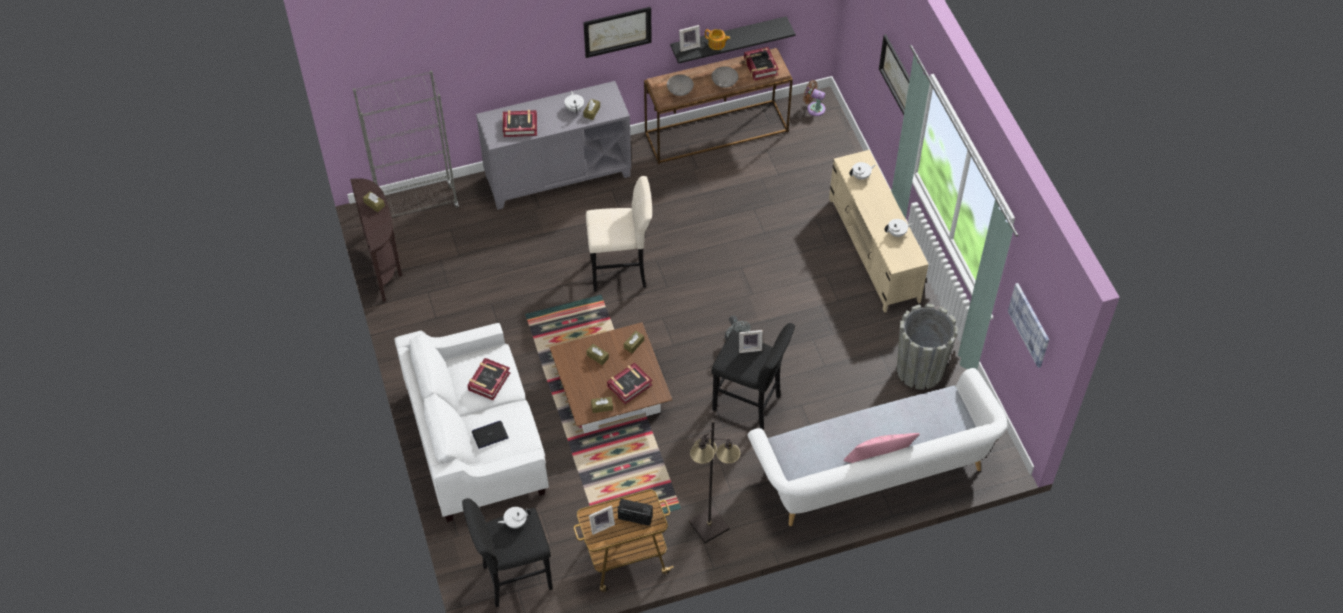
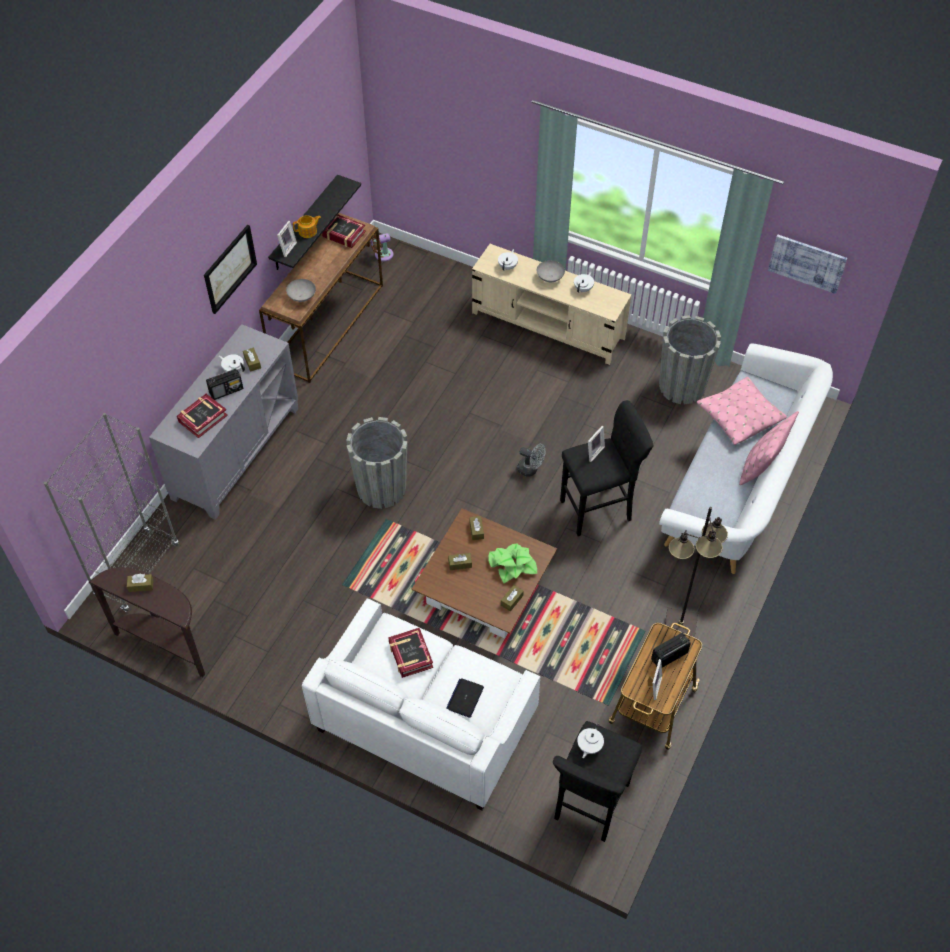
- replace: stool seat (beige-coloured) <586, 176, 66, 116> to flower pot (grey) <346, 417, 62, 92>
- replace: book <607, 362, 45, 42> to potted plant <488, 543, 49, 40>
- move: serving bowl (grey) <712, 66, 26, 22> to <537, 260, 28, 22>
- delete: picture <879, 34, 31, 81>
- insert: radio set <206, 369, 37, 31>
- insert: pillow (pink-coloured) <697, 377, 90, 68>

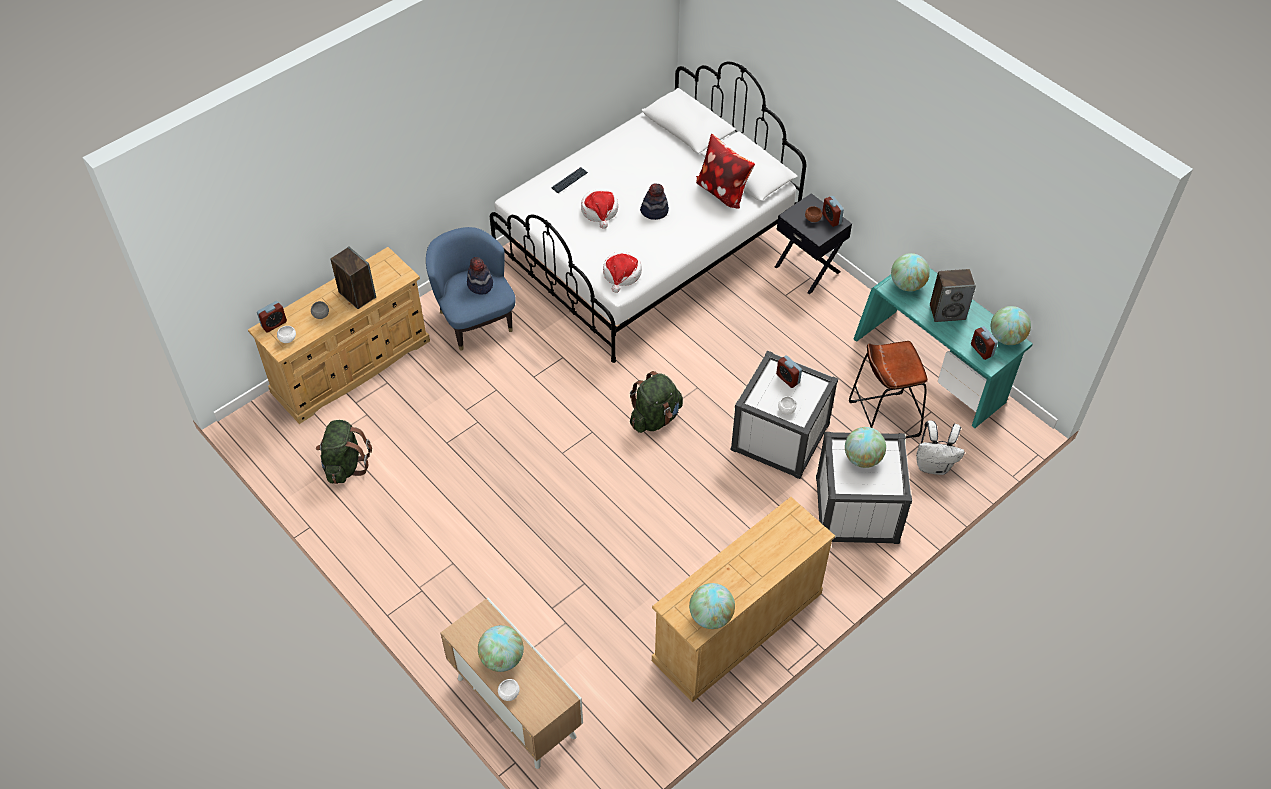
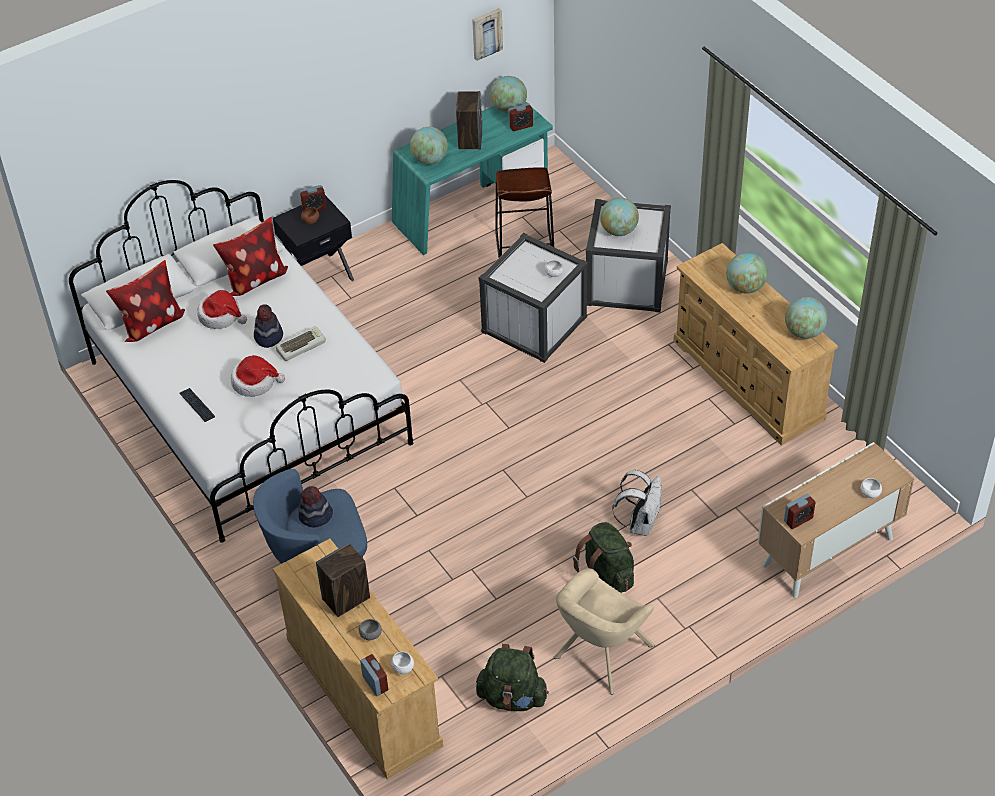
- move: globe <478, 625, 46, 47> to <726, 252, 42, 42>
- move: clothing hat <603, 252, 39, 41> to <197, 290, 50, 39>
- move: backpack (green-coloured) <630, 371, 53, 62> to <573, 522, 61, 71>
- move: table clock <776, 355, 26, 33> to <784, 494, 32, 35>
- move: backpack (white-coloured) <916, 421, 49, 54> to <612, 470, 50, 66>
- insert: pillow <106, 260, 79, 82>
- insert: computer keyboard <276, 326, 50, 35>
- insert: picture <472, 8, 31, 53>
- insert: easy chair (beige-coloured) <553, 568, 102, 127>

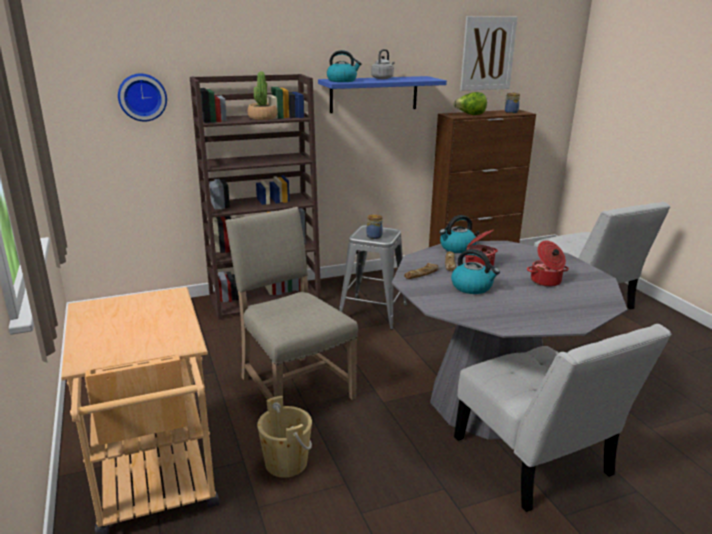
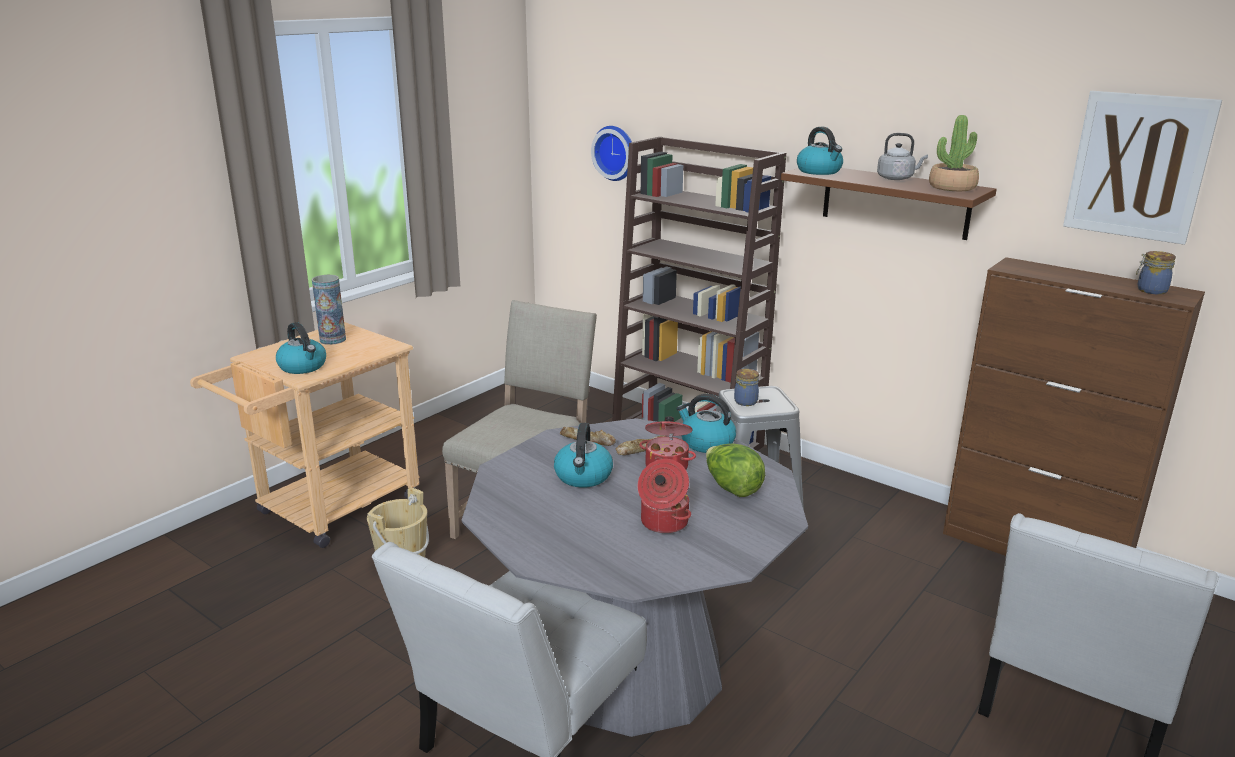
- move: potted plant <248, 71, 30, 49> to <929, 115, 50, 76>
- recolor: shelf (blue) <318, 76, 129, 37> to shelf (brownish) <781, 168, 216, 72>
- move: lettuce head <453, 92, 34, 23> to <706, 444, 59, 53>
- insert: tea kettle <276, 322, 50, 52>
- insert: vase <312, 275, 34, 70>

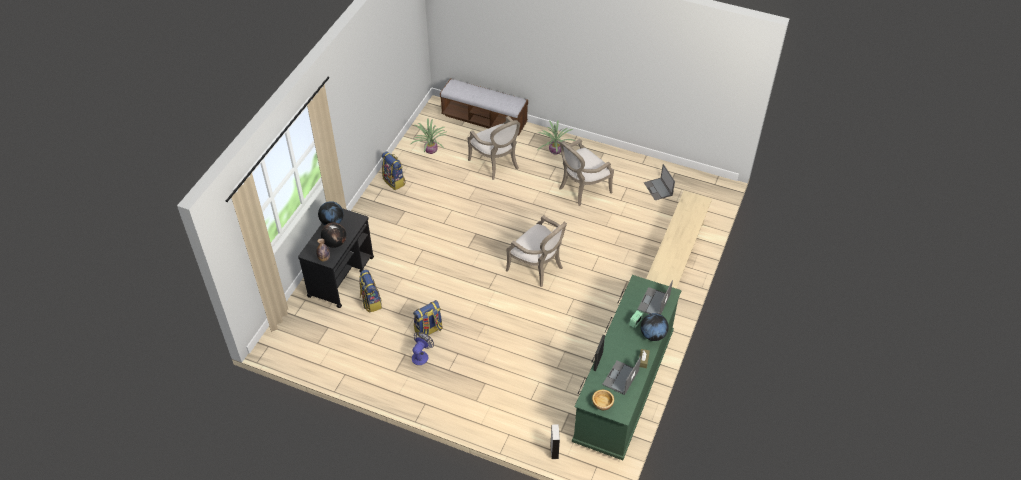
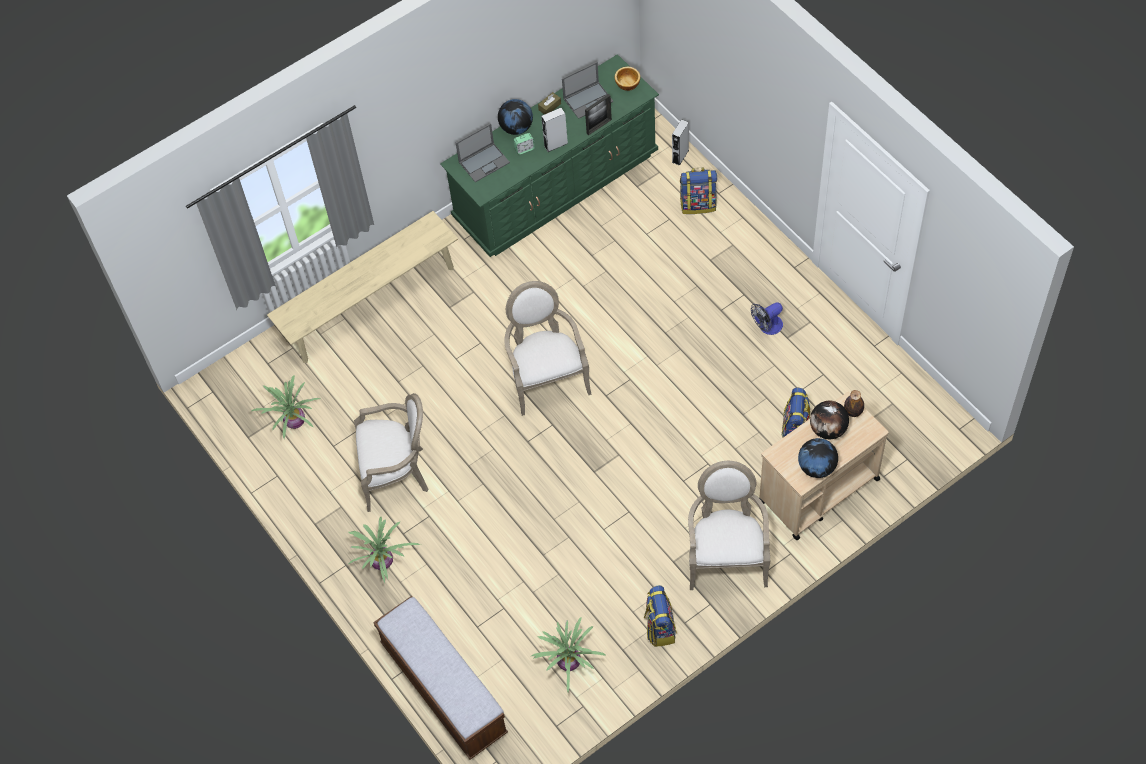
- recolor: cart (blackish) <298, 208, 76, 100> to cart (beige-coloured) <759, 392, 130, 148>
- move: backpack <413, 300, 30, 37> to <680, 168, 37, 46>
- move: easy chair <468, 116, 52, 64> to <688, 461, 82, 129>
- replace: notebook computer <644, 164, 31, 36> to potted plant <251, 375, 69, 64>
- insert: loudspeaker (grey) <541, 108, 27, 44>

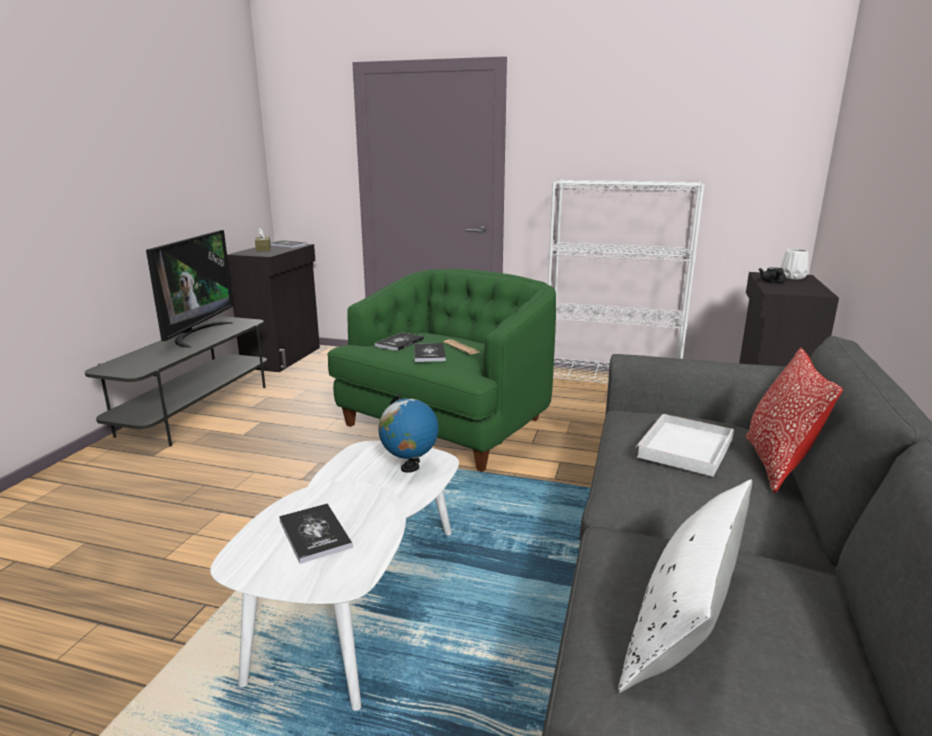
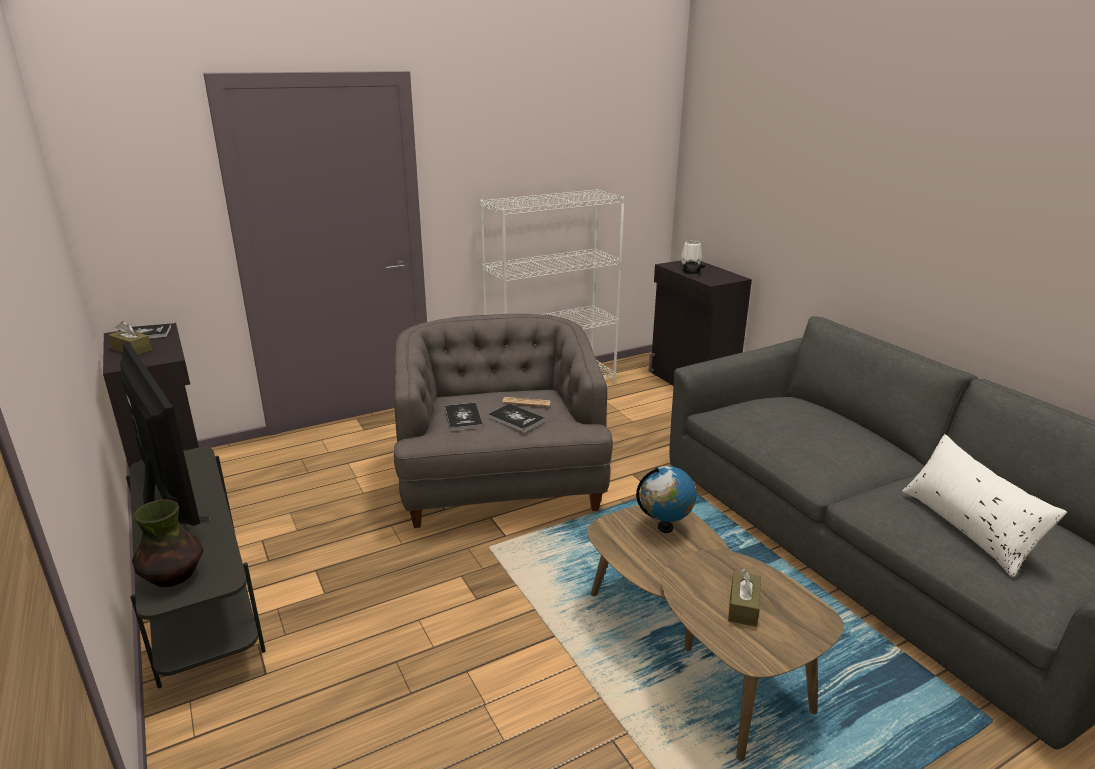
- recolor: coffee table (white-coloured) <210, 441, 249, 270> to coffee table (brownish) <587, 504, 257, 257>
- replace: book <279, 504, 74, 60> to tissue box (brownish) <728, 569, 33, 58>
- recolor: easy chair (green-coloured) <327, 269, 229, 203> to easy chair (grey) <394, 314, 219, 214>
- delete: carrying tray (white-coloured) <635, 414, 99, 63>
- delete: pillow <745, 348, 98, 145>
- insert: vase <132, 499, 71, 88>

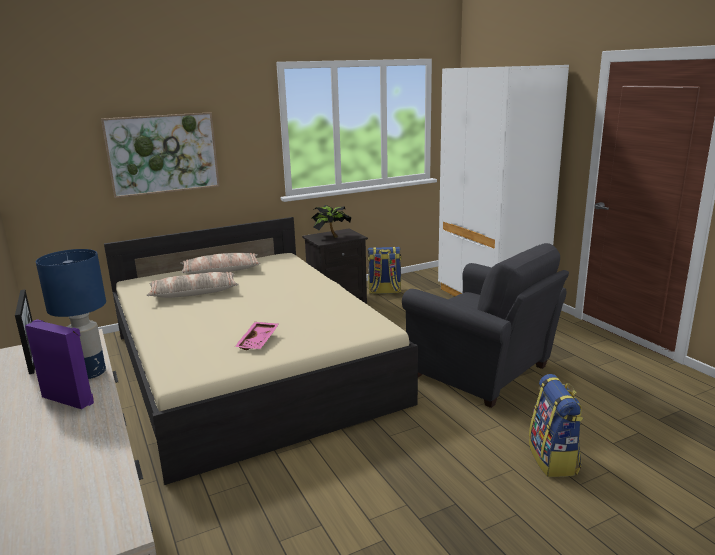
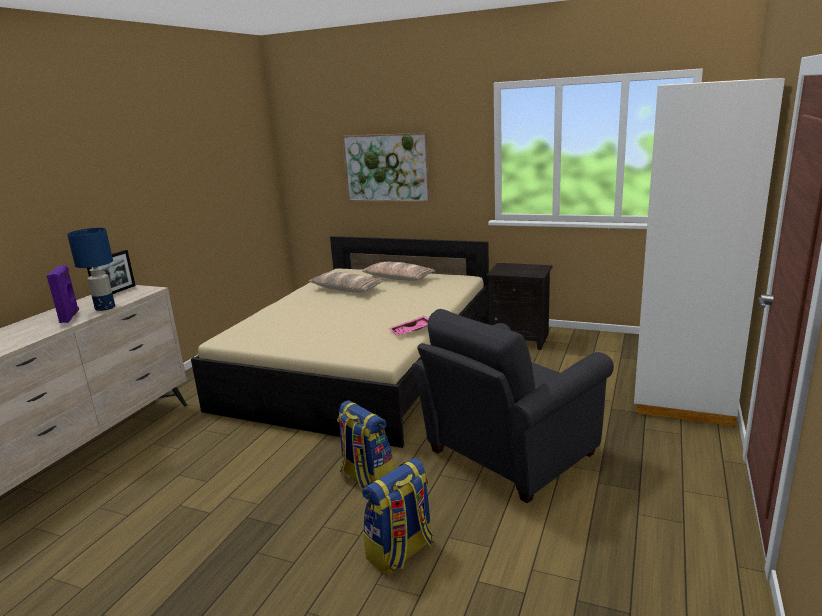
- move: carrying tray (pink-coloured) <235, 322, 44, 28> to <388, 316, 41, 19>
- delete: potted plant <312, 205, 39, 33>
- move: backpack <368, 247, 34, 47> to <337, 400, 57, 89>
- rotate: easy chair (grey) <402, 243, 167, 165> = <412, 309, 202, 194> 45 degrees clockwise

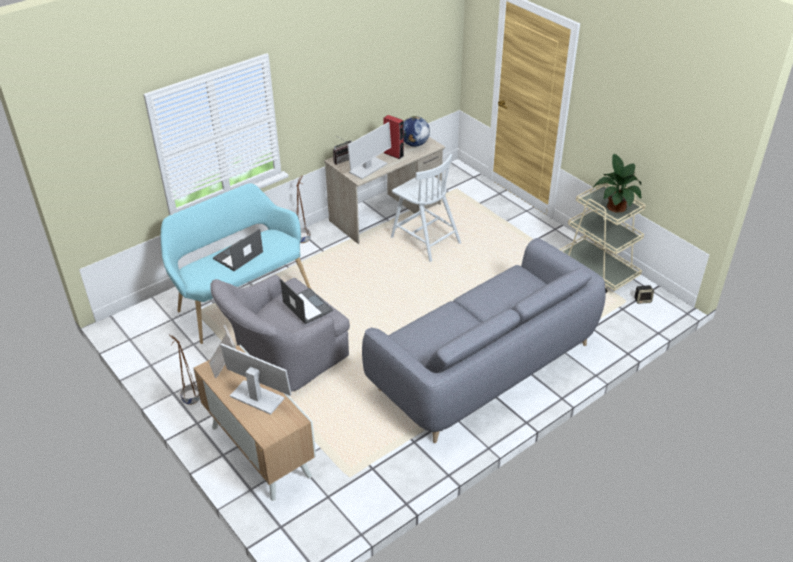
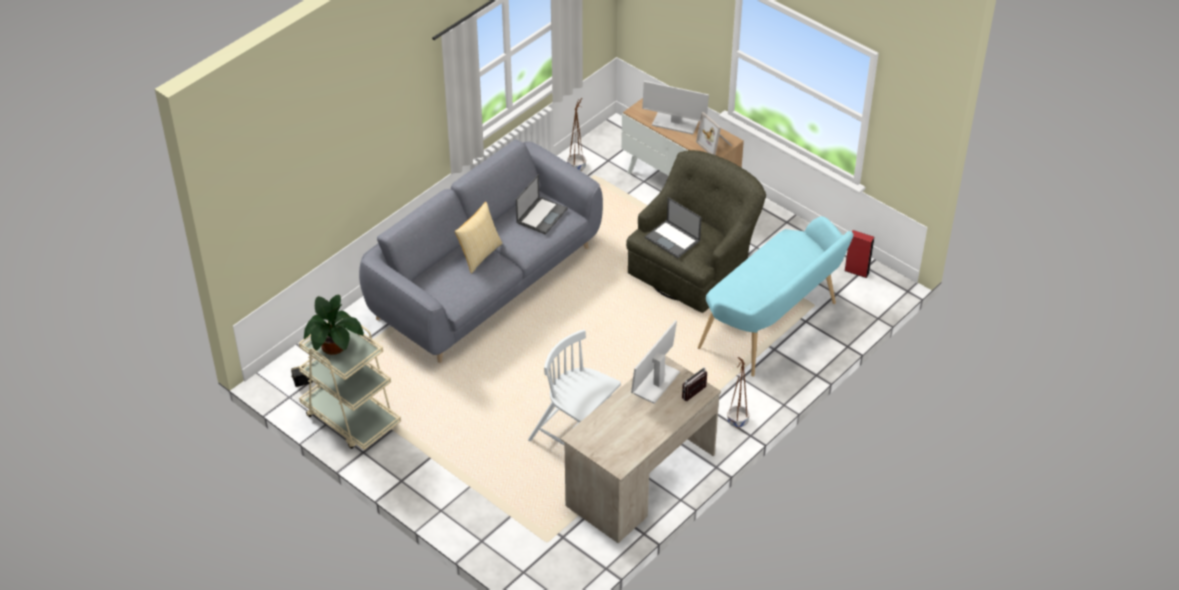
- move: flower pot (brownish) <170, 335, 30, 70> to <567, 98, 19, 73>
- recolor: easy chair (grey) <210, 275, 140, 116> to easy chair (green-coloured) <626, 150, 140, 163>
- move: notebook computer <213, 229, 50, 42> to <516, 174, 52, 61>
- move: loudspeaker (red) <384, 115, 20, 44> to <844, 230, 30, 48>
- delete: globe <404, 116, 26, 31>
- insert: pillow <455, 202, 48, 72>

